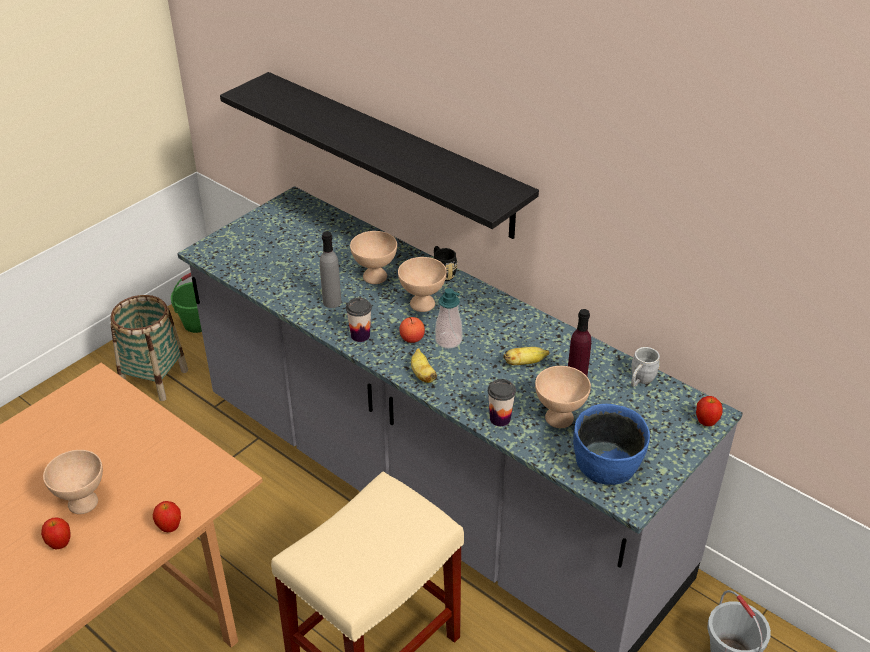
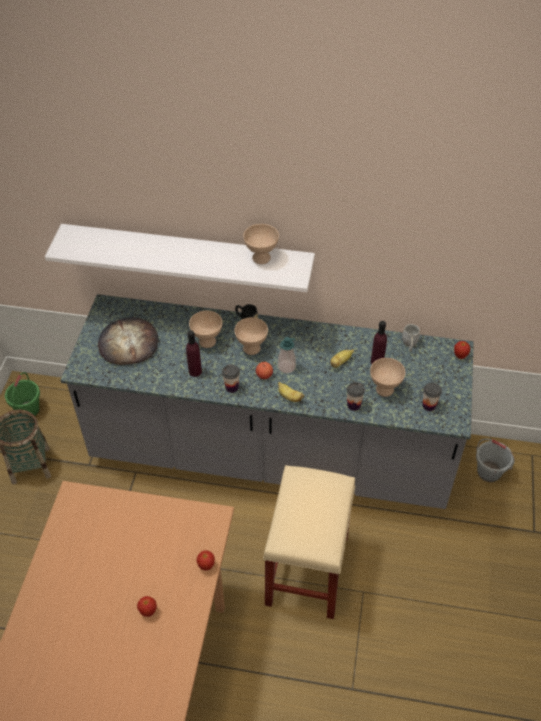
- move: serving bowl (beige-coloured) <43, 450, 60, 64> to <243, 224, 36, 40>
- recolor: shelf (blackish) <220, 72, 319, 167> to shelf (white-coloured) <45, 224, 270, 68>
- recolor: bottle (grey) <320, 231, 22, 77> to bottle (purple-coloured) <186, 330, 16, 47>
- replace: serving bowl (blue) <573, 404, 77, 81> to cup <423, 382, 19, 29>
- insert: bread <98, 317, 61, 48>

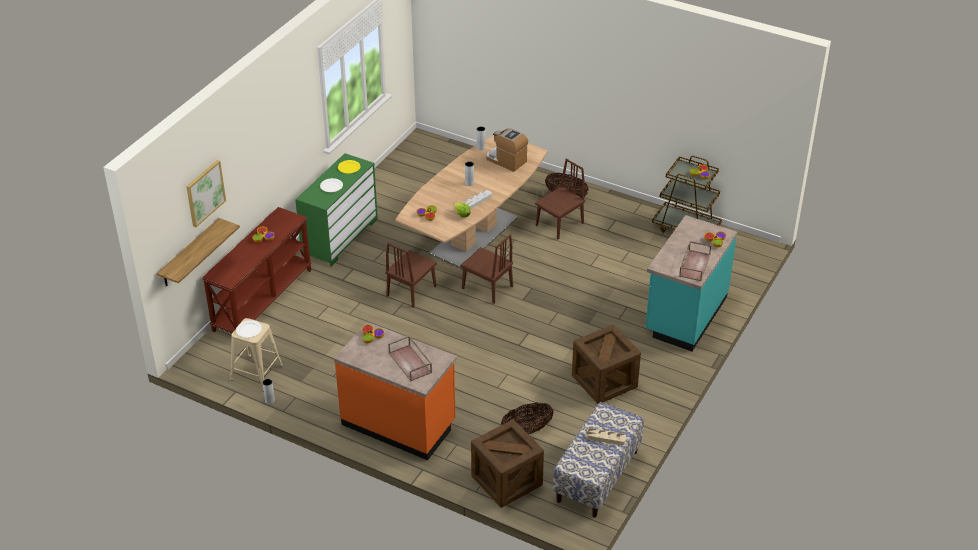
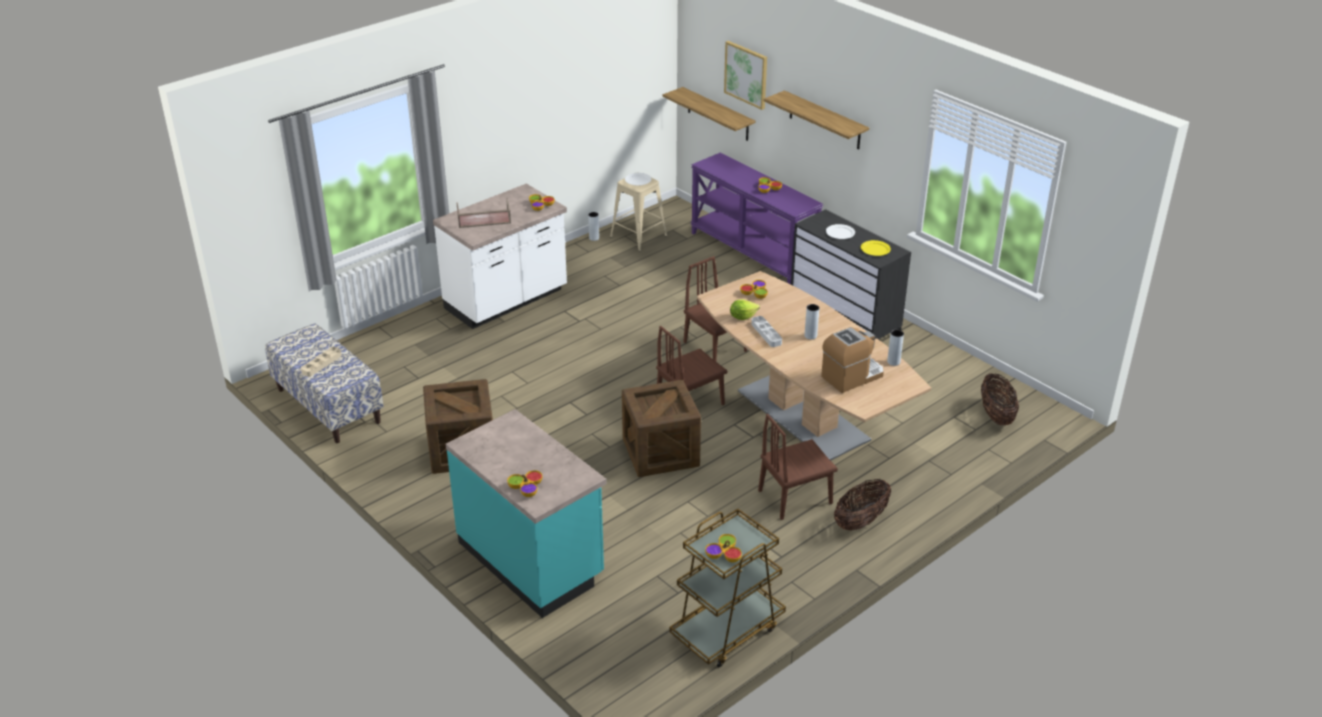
- recolor: hall table (brownish) <202, 207, 110, 127> to hall table (purple-coloured) <691, 153, 132, 132>
- recolor: drawer chest (green-coloured) <295, 153, 83, 114> to drawer chest (blackish) <791, 209, 120, 130>
- recolor: counter (orange-coloured) <334, 322, 123, 138> to counter (white-coloured) <433, 184, 134, 145>
- move: packing crate <471, 420, 73, 88> to <622, 380, 79, 97>
- move: basket <501, 402, 53, 32> to <981, 373, 38, 52>
- rotate: chair (brownish) <535, 159, 50, 80> = <758, 414, 80, 106> 90 degrees clockwise
- delete: carrying tray (brownish) <679, 241, 32, 40>
- insert: shelf <764, 90, 105, 59>

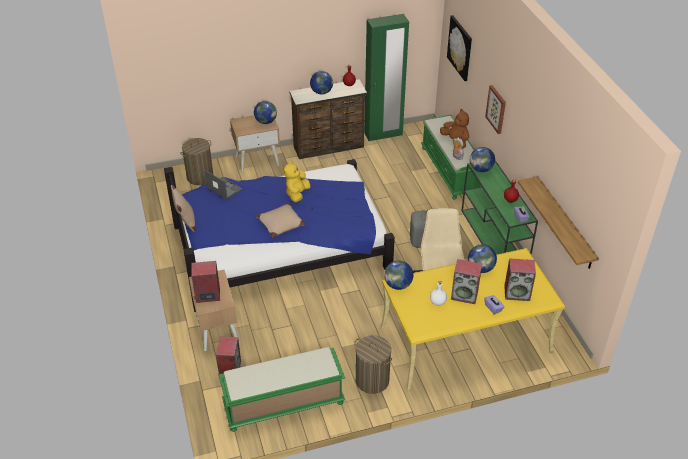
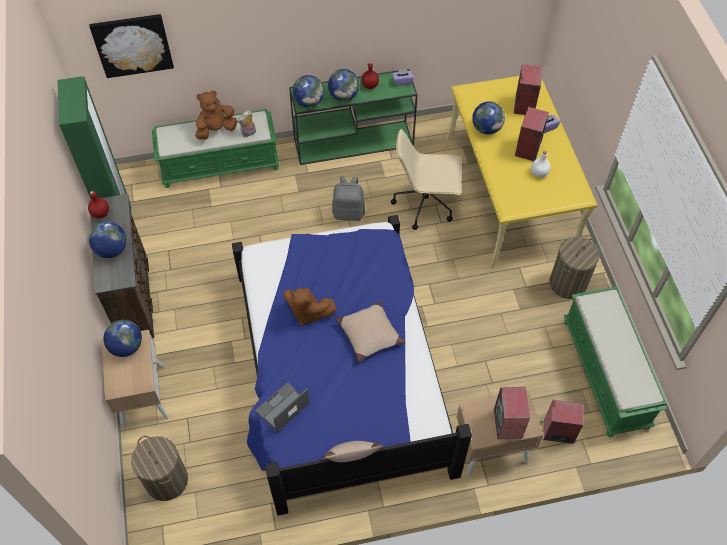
- recolor: cuddly toy (yellowish) <283, 161, 28, 42> to cuddly toy (brownish) <283, 288, 54, 37>
- move: globe <384, 260, 29, 30> to <328, 69, 31, 32>
- delete: picture <485, 85, 21, 49>
- delete: shelf <518, 176, 81, 93>

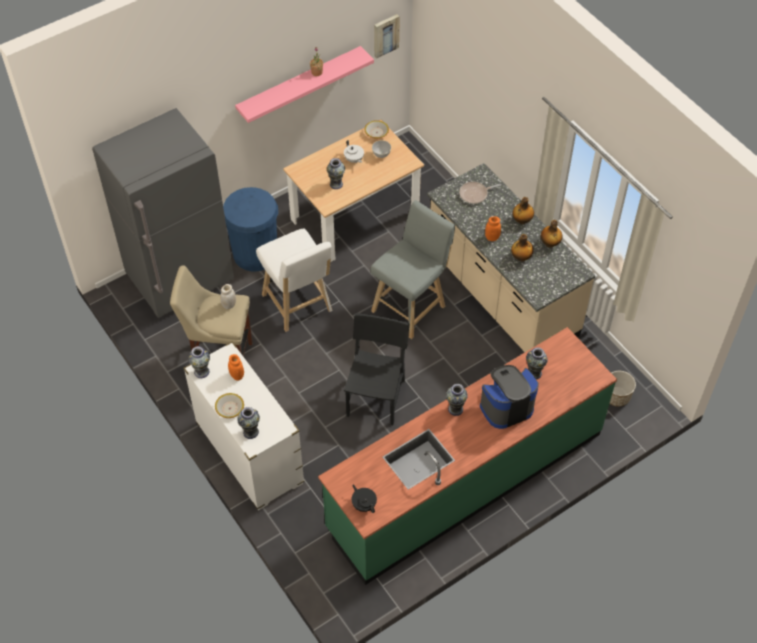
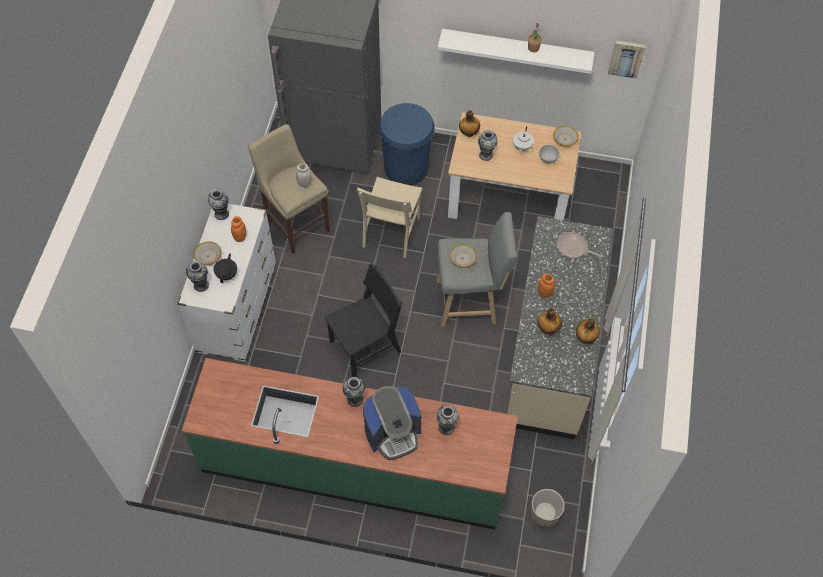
- recolor: shelf (pink-coloured) <235, 46, 139, 77> to shelf (white-coloured) <438, 29, 157, 45>
- replace: stool seat (white-coloured) <256, 228, 77, 104> to chair (beige-coloured) <357, 177, 66, 81>
- move: tea pot (blackish) <352, 485, 25, 28> to <214, 253, 23, 30>
- rotate: coffee maker <480, 365, 59, 64> = <363, 386, 59, 74> 135 degrees clockwise
- move: bottle <513, 197, 21, 27> to <459, 110, 21, 27>
- insert: serving bowl <449, 244, 28, 24>

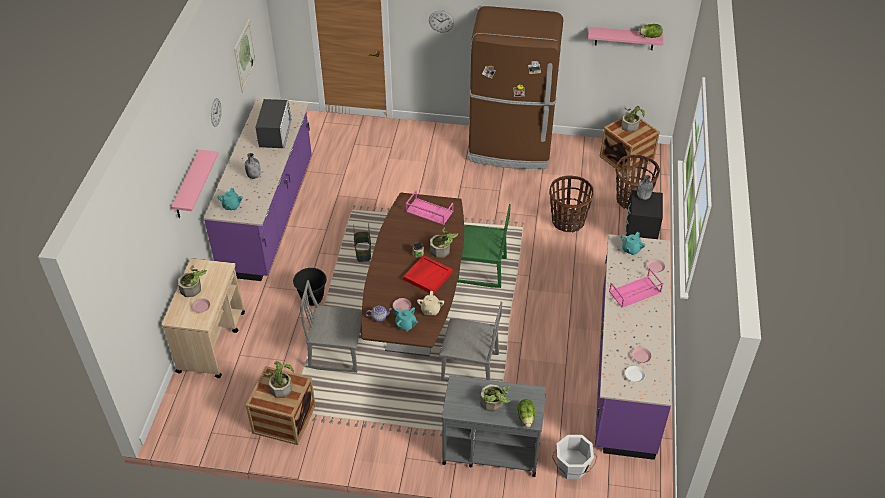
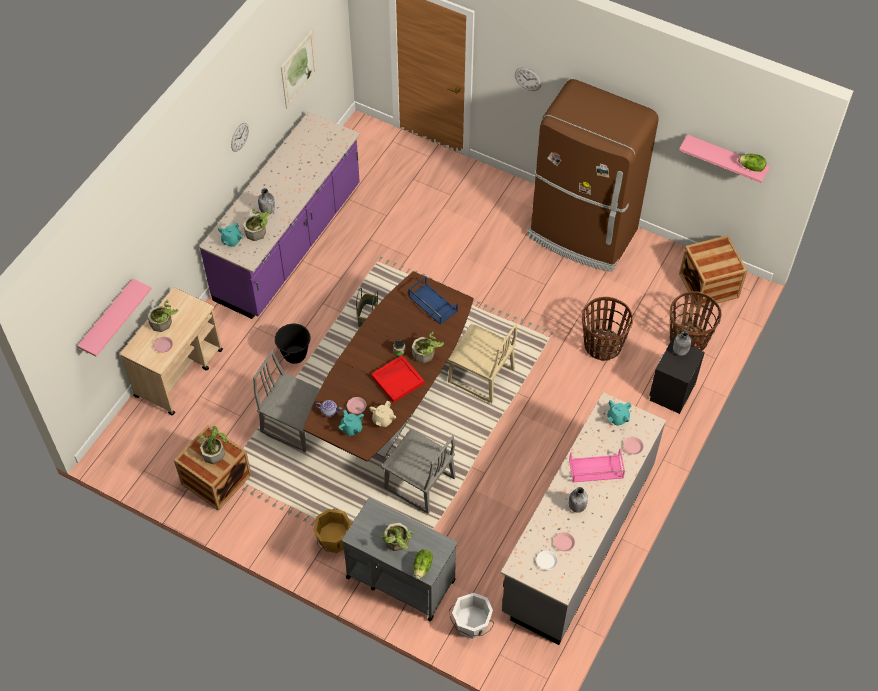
- move: shelf (pink-coloured) <171, 150, 47, 68> to <77, 279, 74, 78>
- delete: kitchen microwave <256, 99, 36, 49>
- recolor: carrying tray (pink-coloured) <406, 190, 47, 35> to carrying tray (blue) <408, 276, 50, 49>
- recolor: chair (green-coloured) <457, 204, 54, 84> to chair (beige-coloured) <448, 323, 69, 80>
- recolor: counter (purple-coloured) <595, 234, 77, 226> to counter (grey) <501, 392, 165, 253>
- move: potted plant <622, 106, 23, 26> to <243, 208, 27, 33>
- insert: bucket (orange-coloured) <313, 508, 39, 45>
- insert: bottle (grey) <569, 487, 19, 26>

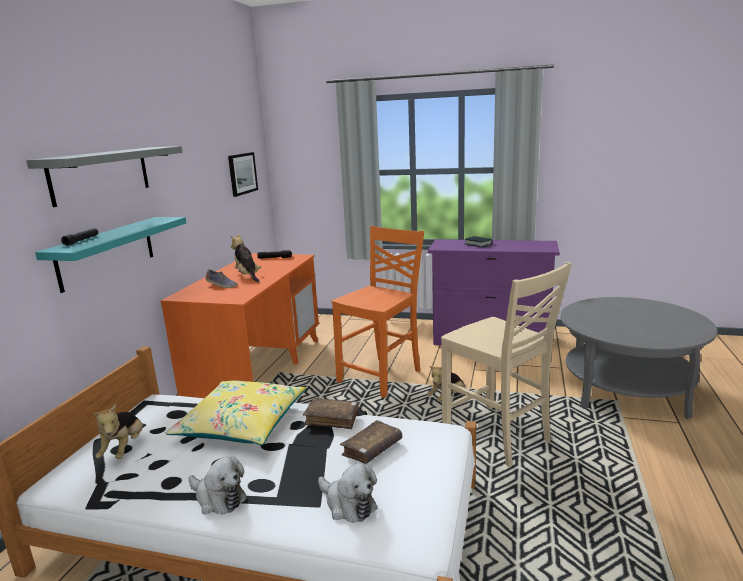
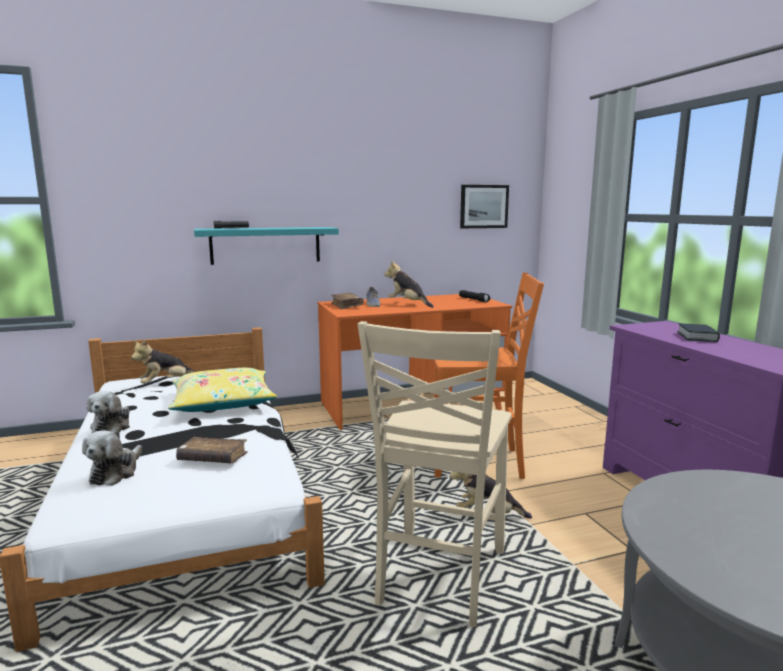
- delete: shelf (grey) <26, 146, 157, 61>
- rotate: cuddly toy <231, 234, 30, 49> = <385, 261, 49, 47> 75 degrees counterclockwise
- move: book (brownish) <303, 398, 56, 31> to <331, 293, 33, 16>

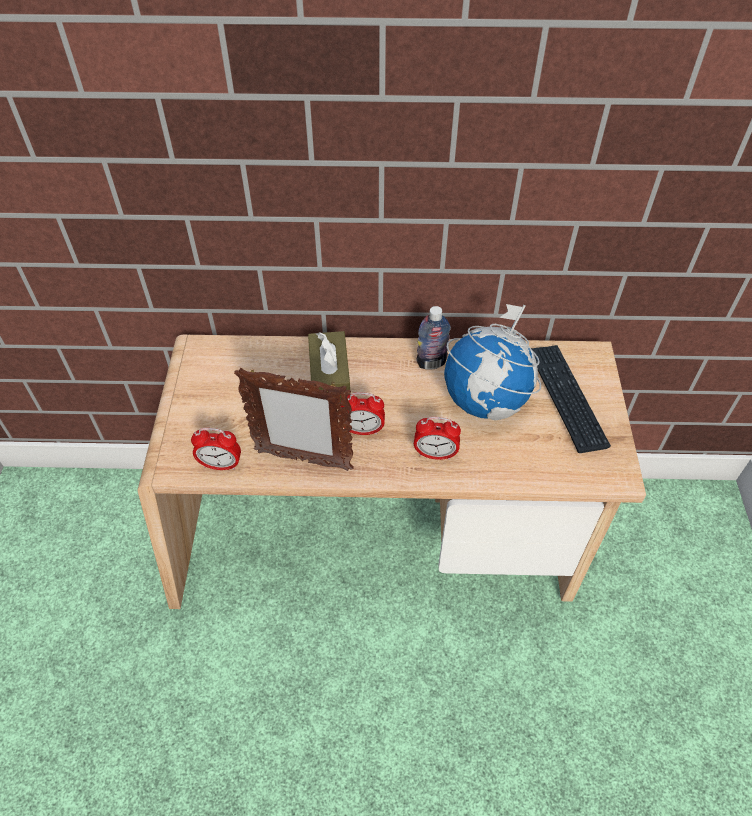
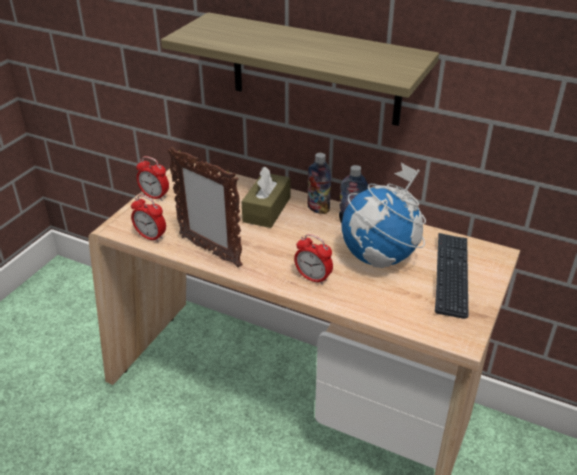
- move: table clock <340, 392, 45, 43> to <136, 156, 33, 45>
- insert: shelf <161, 12, 278, 114>
- insert: bottle <307, 153, 24, 61>

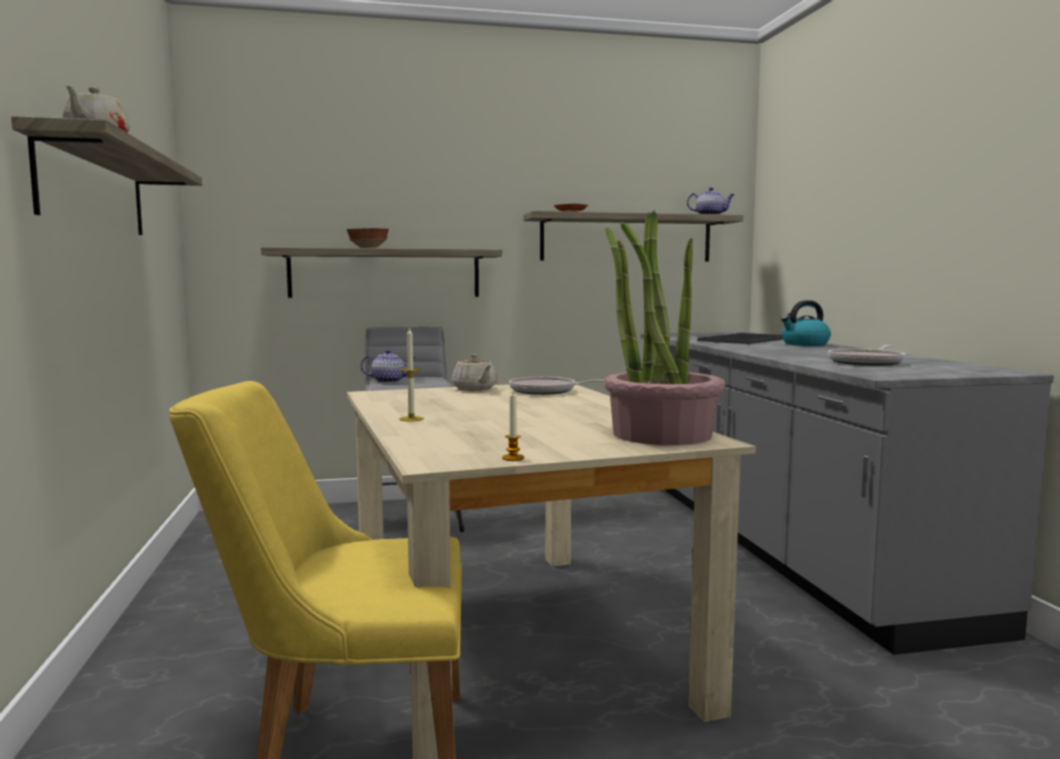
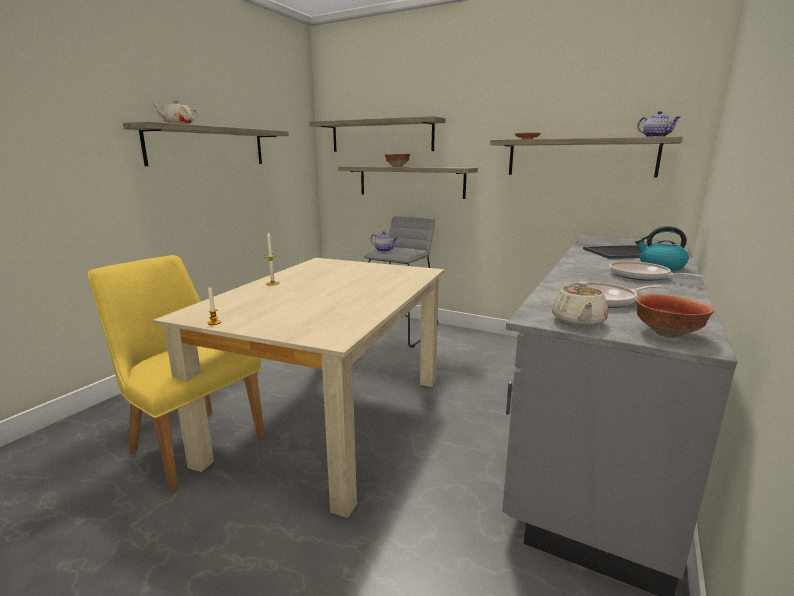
- move: tea pot (beige-coloured) <452, 354, 45, 37> to <552, 281, 56, 47>
- move: frying pan <509, 377, 96, 18> to <609, 261, 94, 20>
- delete: potted plant <605, 211, 120, 234>
- insert: shelf <309, 116, 136, 36>
- insert: serving bowl <636, 294, 78, 44>

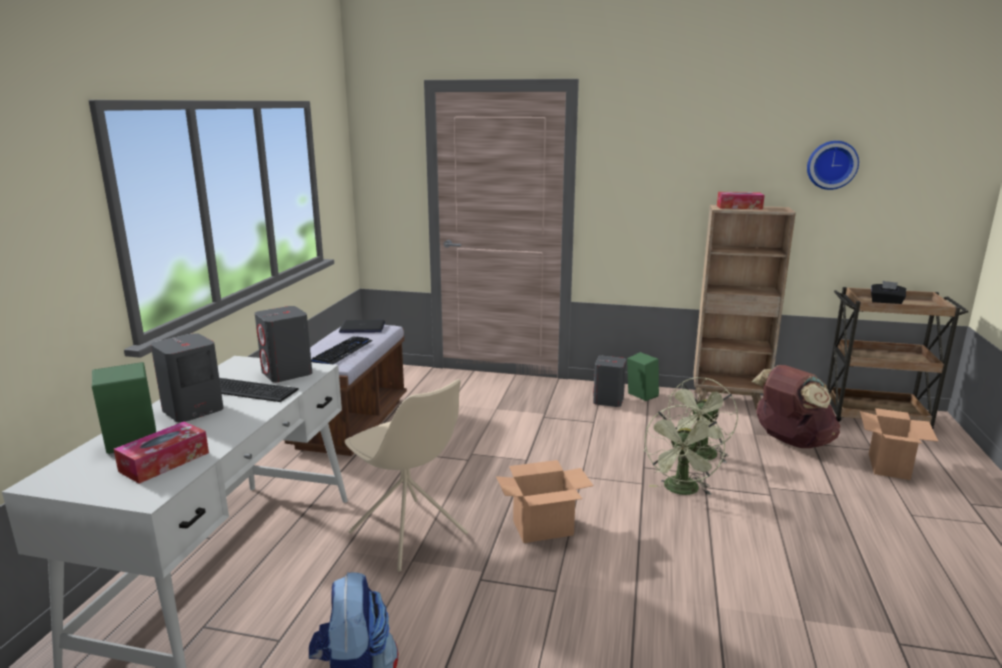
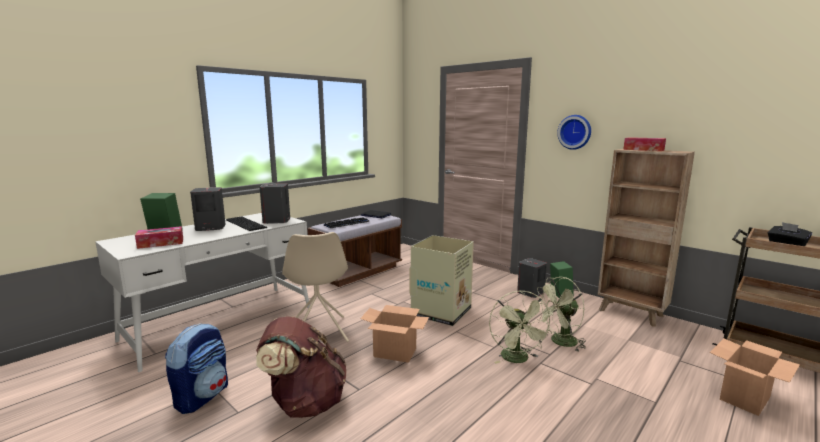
- rotate: electric fan (green-coloured) <644, 405, 81, 90> = <489, 291, 64, 73> 60 degrees counterclockwise
- move: backpack (brownish) <751, 365, 89, 83> to <256, 316, 90, 102>
- move: clock on the wall <807, 141, 52, 49> to <557, 115, 34, 35>
- insert: packing box <410, 235, 64, 91>

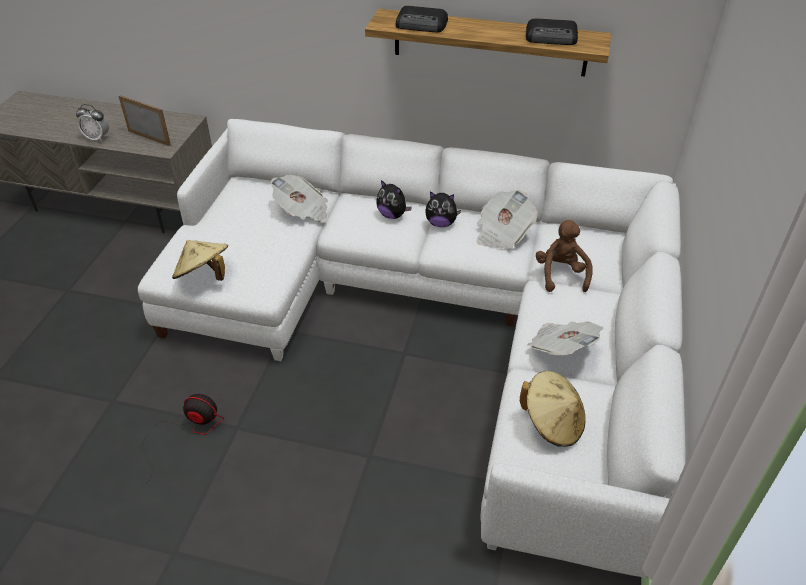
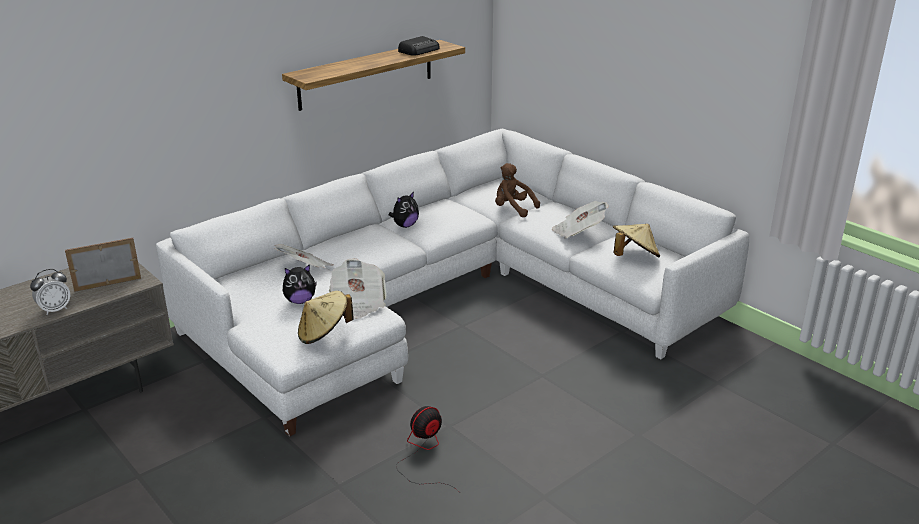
- move: cuddly toy <376, 180, 36, 39> to <283, 264, 34, 40>
- delete: radio set <396, 6, 52, 26>
- move: newspaper <477, 190, 60, 59> to <329, 258, 57, 61>

